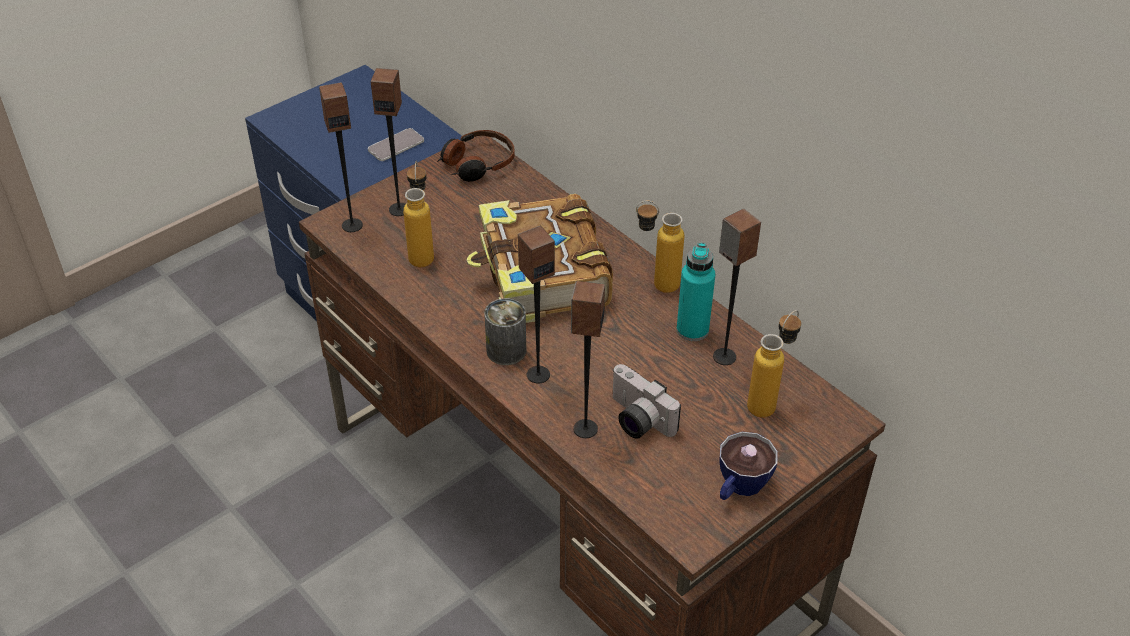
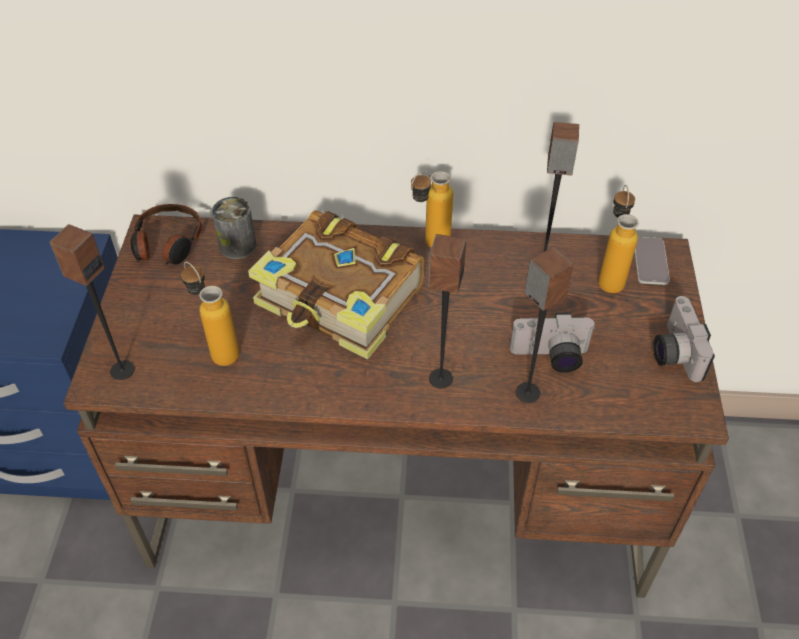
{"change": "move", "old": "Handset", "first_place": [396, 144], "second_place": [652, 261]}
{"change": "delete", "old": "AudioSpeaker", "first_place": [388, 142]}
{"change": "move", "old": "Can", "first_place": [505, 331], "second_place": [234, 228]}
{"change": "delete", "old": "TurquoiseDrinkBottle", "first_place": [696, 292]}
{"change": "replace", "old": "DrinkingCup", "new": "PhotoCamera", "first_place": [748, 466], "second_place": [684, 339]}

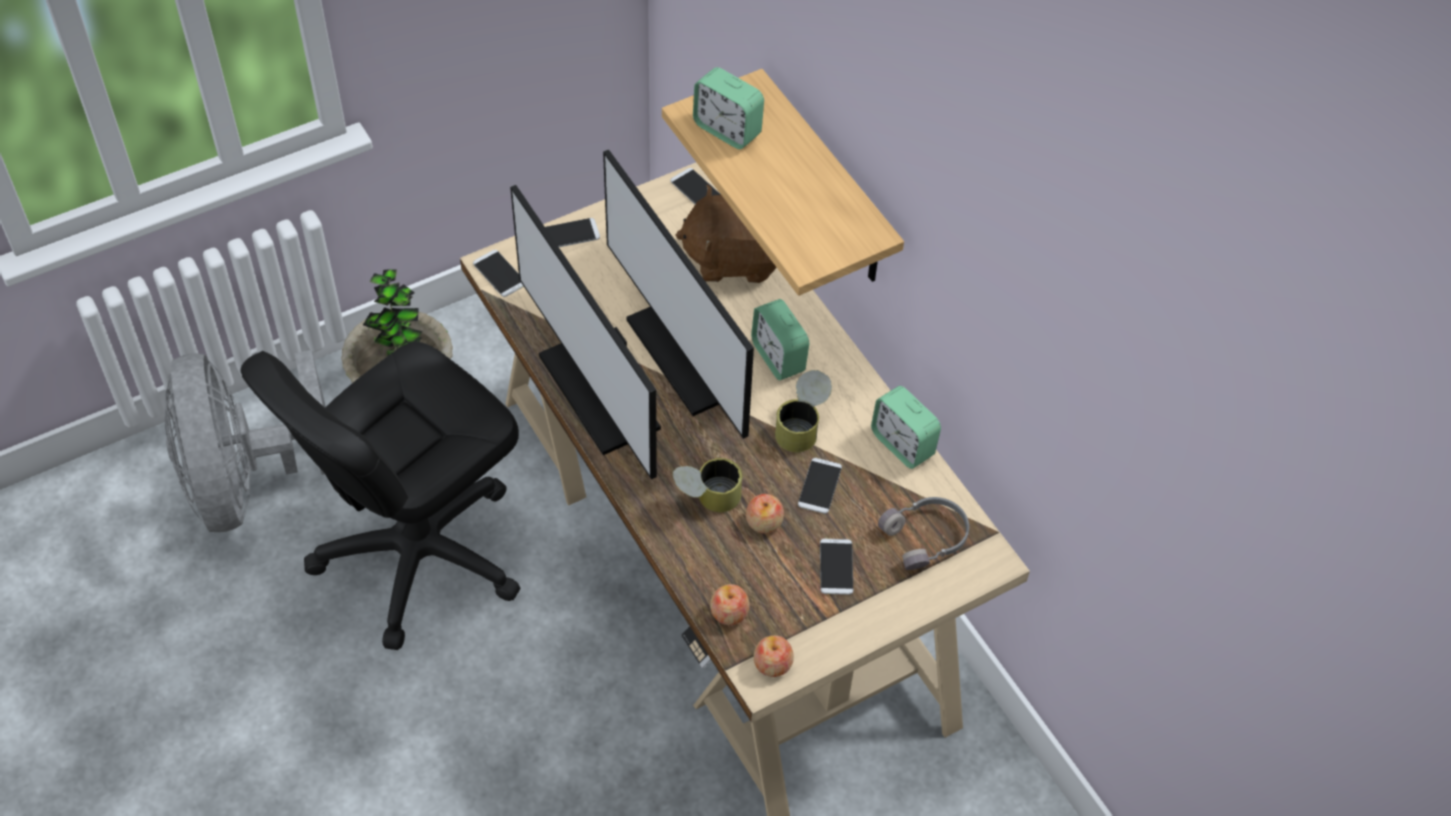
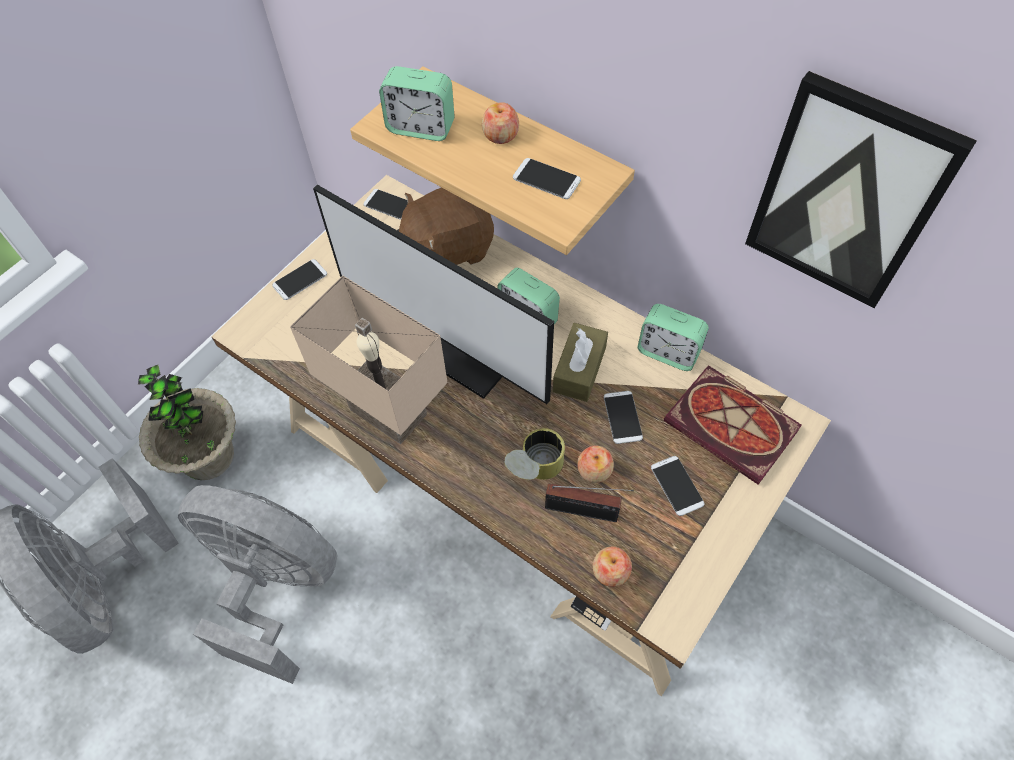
{"change": "replace", "old": "BlackishOfficeChair", "new": "GreyishFan", "first_place": [380, 496], "second_place": [258, 584]}
{"change": "move", "old": "Handset", "first_place": [498, 273], "second_place": [547, 178]}
{"change": "replace", "old": "ComputerScreen", "new": "BeigeTableLamp", "first_place": [585, 332], "second_place": [369, 360]}
{"change": "move", "old": "Apple", "first_place": [773, 656], "second_place": [500, 123]}
{"change": "replace", "old": "Can", "new": "BrownTissueHolder", "first_place": [803, 411], "second_place": [580, 362]}
{"change": "replace", "old": "GreyishHeadphones", "new": "Book", "first_place": [923, 533], "second_place": [732, 425]}
{"change": "insert", "new": "RadioReceiver", "second_place": [589, 503]}
{"change": "insert", "new": "WallPicture", "second_place": [861, 189]}

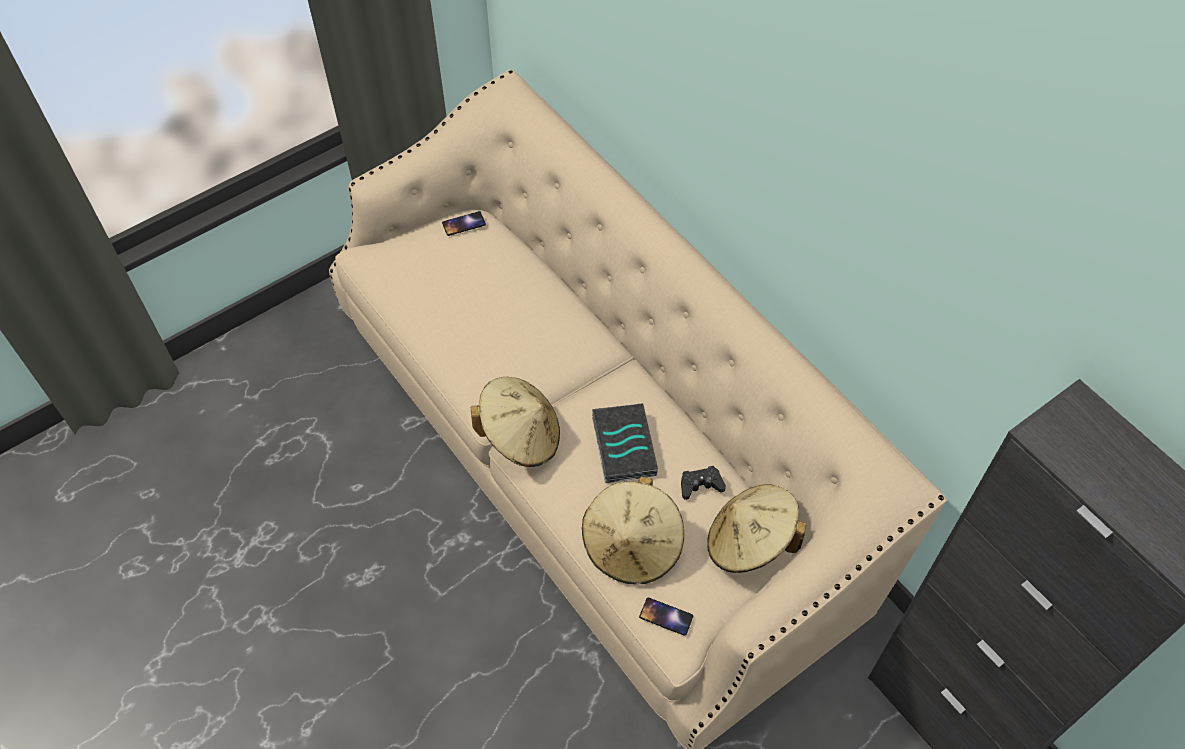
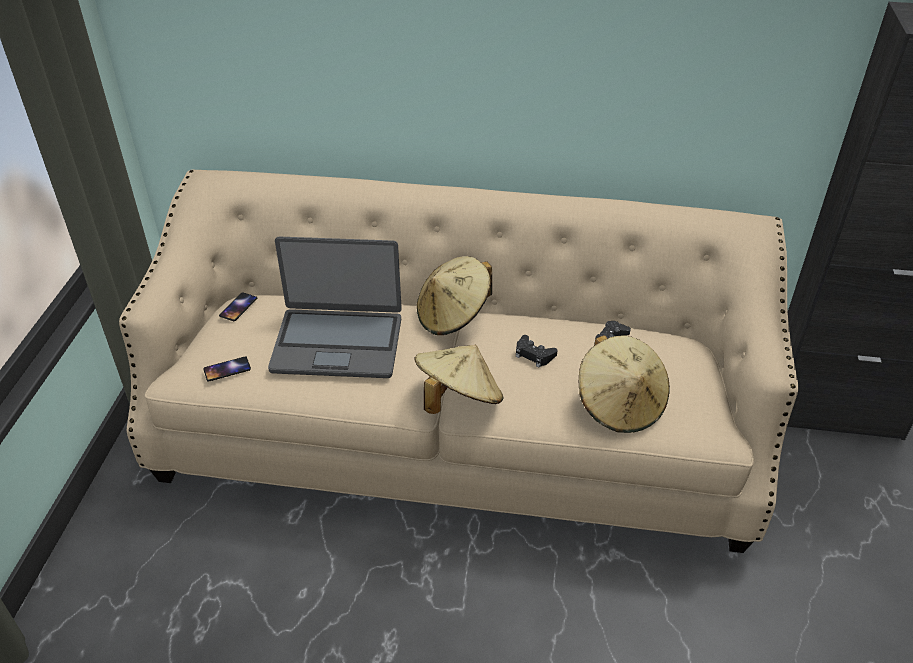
{"change": "replace", "old": "Book", "new": "BlackishGamepad", "first_place": [625, 443], "second_place": [536, 351]}
{"change": "move", "old": "Handset", "first_place": [666, 617], "second_place": [227, 369]}
{"change": "move", "old": "BeigeClothingHat", "first_place": [757, 528], "second_place": [454, 295]}
{"change": "insert", "new": "PortableComputer", "second_place": [335, 307]}

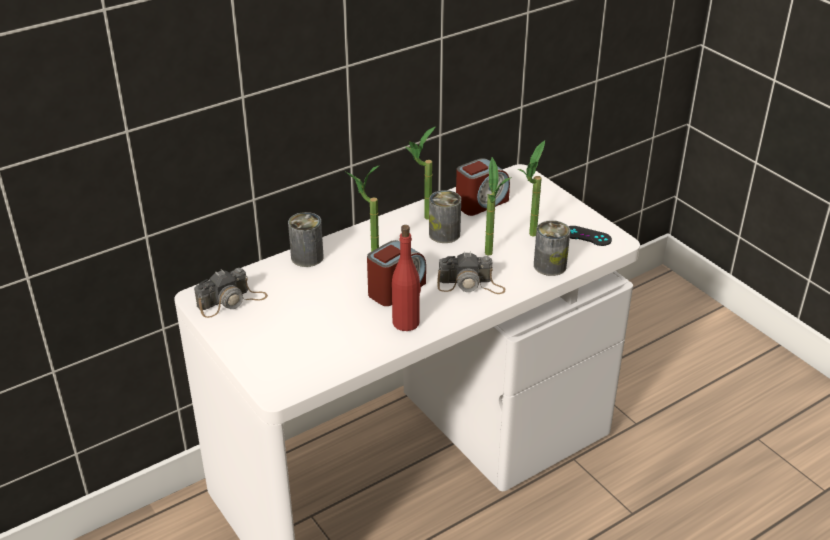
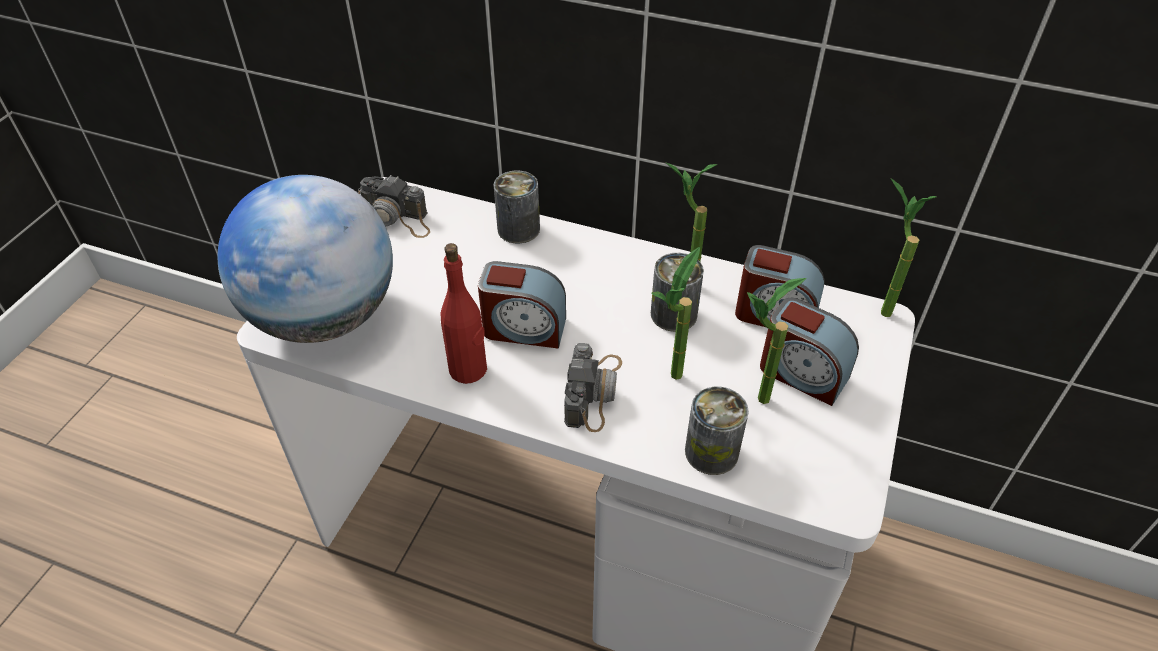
{"change": "move", "old": "PlantInAPot", "first_place": [363, 208], "second_place": [909, 247]}
{"change": "rotate", "old": "PhotoCamera", "first_place": [471, 273], "second_place": [593, 387], "degrees": -135}
{"change": "delete", "old": "BlackishGamepad", "first_place": [590, 236]}
{"change": "insert", "new": "Globe", "second_place": [305, 259]}
{"change": "insert", "new": "BedsideClock", "second_place": [809, 352]}

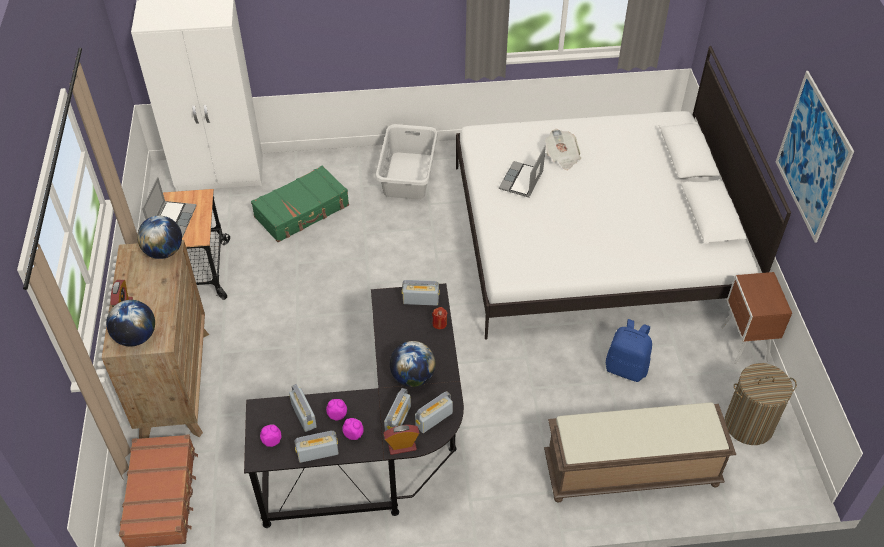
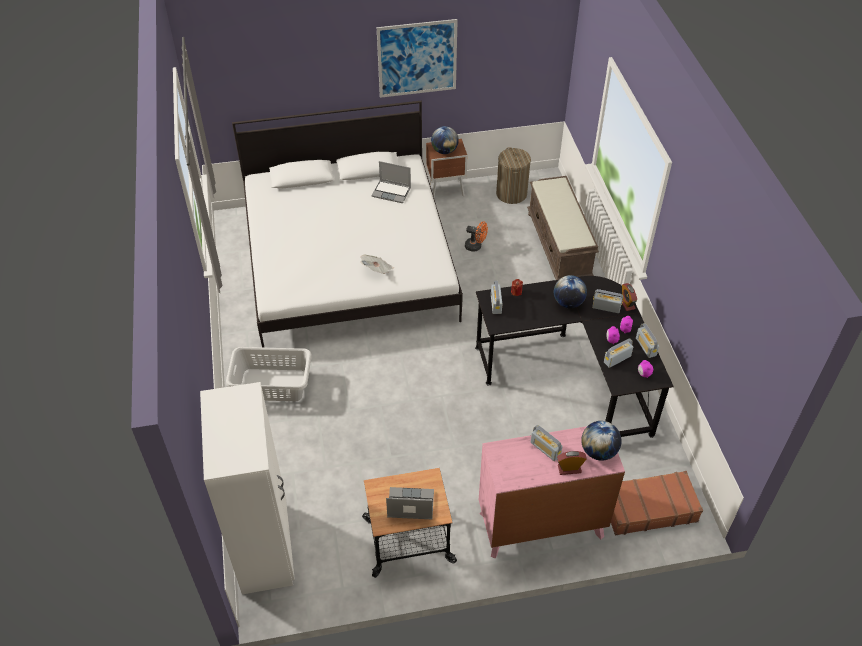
{"change": "recolor", "old": "BrownDrawerChest", "new": "PinkishDrawerChest", "first_place": [155, 339], "second_place": [552, 492]}
{"change": "move", "old": "Globe", "first_place": [159, 237], "second_place": [445, 140]}
{"change": "delete", "old": "GreenSuitcase", "first_place": [300, 204]}
{"change": "move", "old": "RadioReceiver", "first_place": [434, 412], "second_place": [547, 443]}
{"change": "move", "old": "PortableComputer", "first_place": [522, 171], "second_place": [391, 182]}
{"change": "move", "old": "PrintedPaper", "first_place": [563, 149], "second_place": [377, 264]}
{"change": "replace", "old": "BlueColouredRucksack", "new": "OrangeyFan", "first_place": [629, 350], "second_place": [476, 236]}

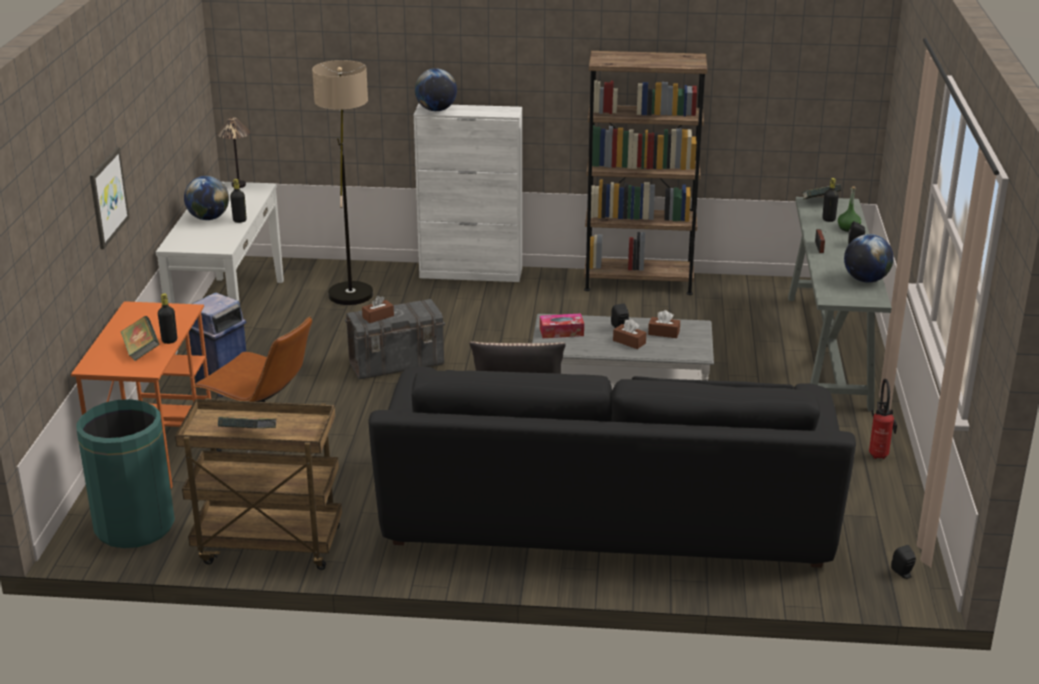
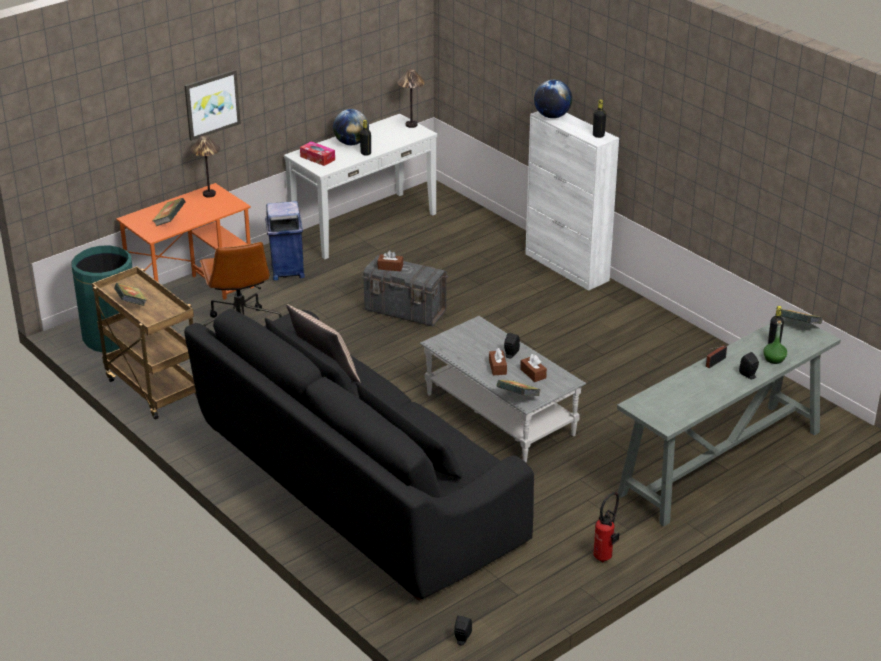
{"change": "move", "old": "BlackishDrinkBottle", "first_place": [167, 318], "second_place": [599, 118]}
{"change": "delete", "old": "StandardLamp", "first_place": [342, 182]}
{"change": "move", "old": "TissueHolder", "first_place": [562, 325], "second_place": [317, 153]}
{"change": "delete", "old": "BrownShelvingUnit", "first_place": [645, 173]}
{"change": "delete", "old": "Globe", "first_place": [869, 258]}
{"change": "insert", "new": "TableLamp", "second_place": [205, 166]}
{"change": "insert", "new": "Book", "second_place": [519, 388]}

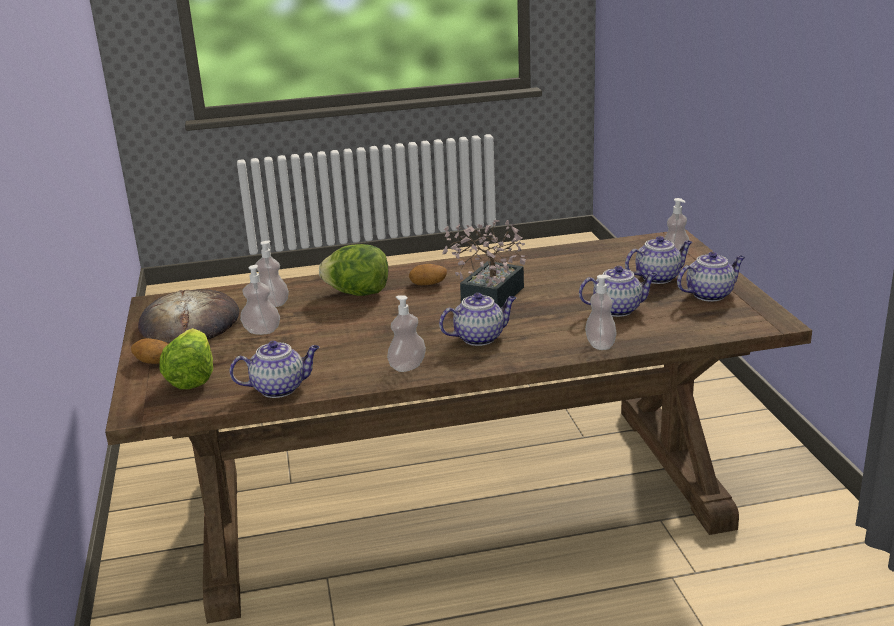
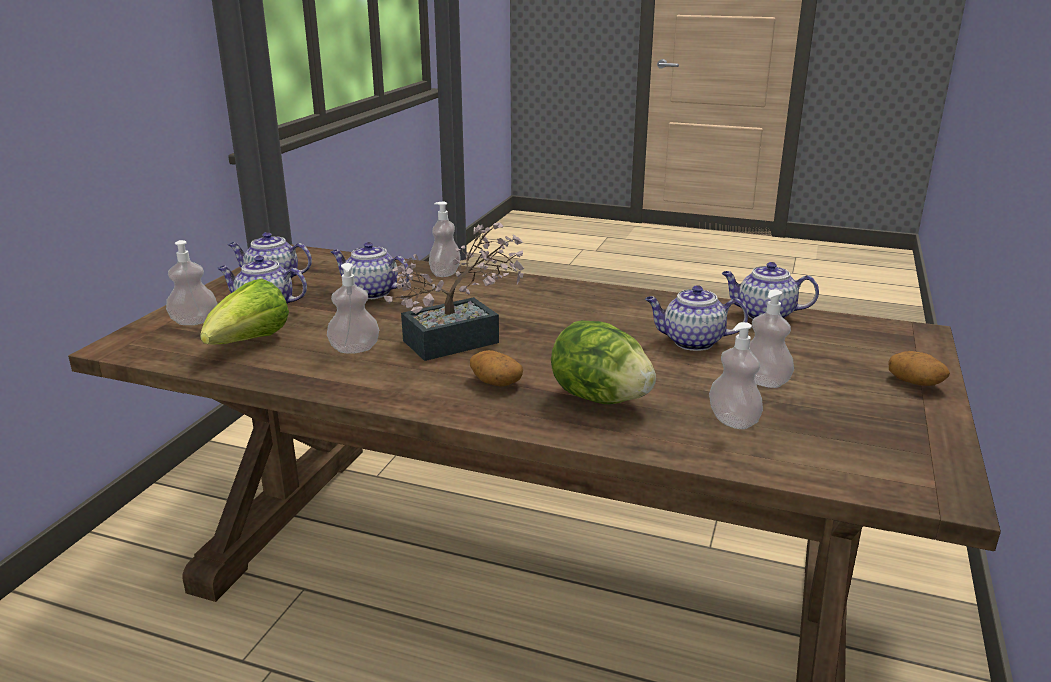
{"change": "delete", "old": "BakedBread", "first_place": [188, 315]}
{"change": "move", "old": "HeadOfLettuce", "first_place": [186, 358], "second_place": [244, 312]}
{"change": "move", "old": "SoapBottle", "first_place": [406, 333], "second_place": [353, 308]}
{"change": "move", "old": "PotForTea", "first_place": [477, 319], "second_place": [696, 318]}

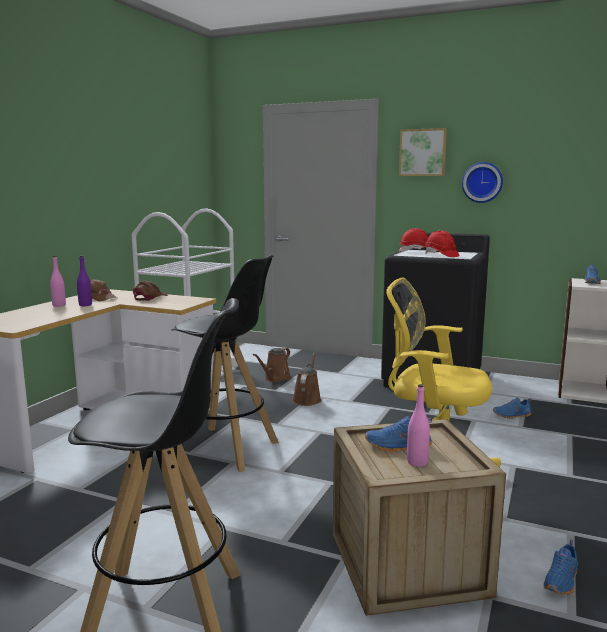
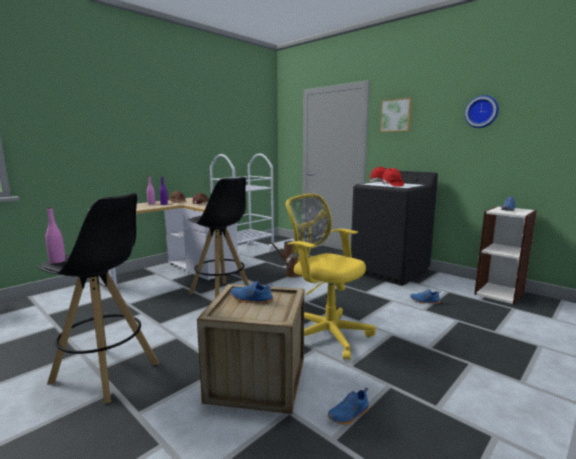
{"change": "move", "old": "PinkishDrinkBottle", "first_place": [418, 425], "second_place": [55, 235]}
{"change": "move", "old": "HangingClock", "first_place": [482, 182], "second_place": [482, 111]}

